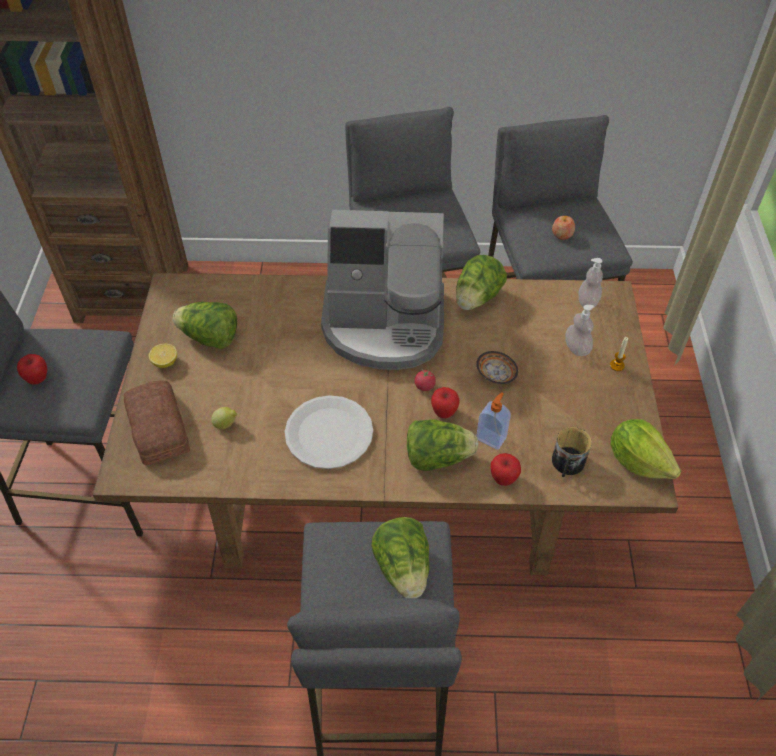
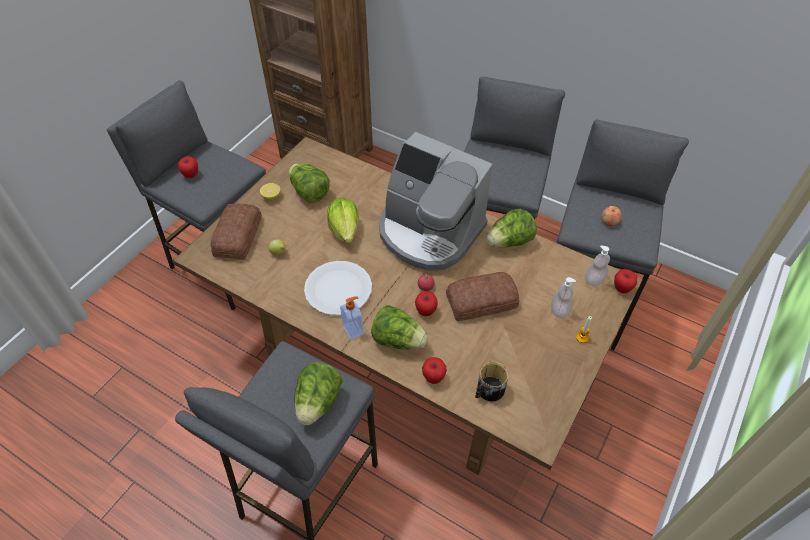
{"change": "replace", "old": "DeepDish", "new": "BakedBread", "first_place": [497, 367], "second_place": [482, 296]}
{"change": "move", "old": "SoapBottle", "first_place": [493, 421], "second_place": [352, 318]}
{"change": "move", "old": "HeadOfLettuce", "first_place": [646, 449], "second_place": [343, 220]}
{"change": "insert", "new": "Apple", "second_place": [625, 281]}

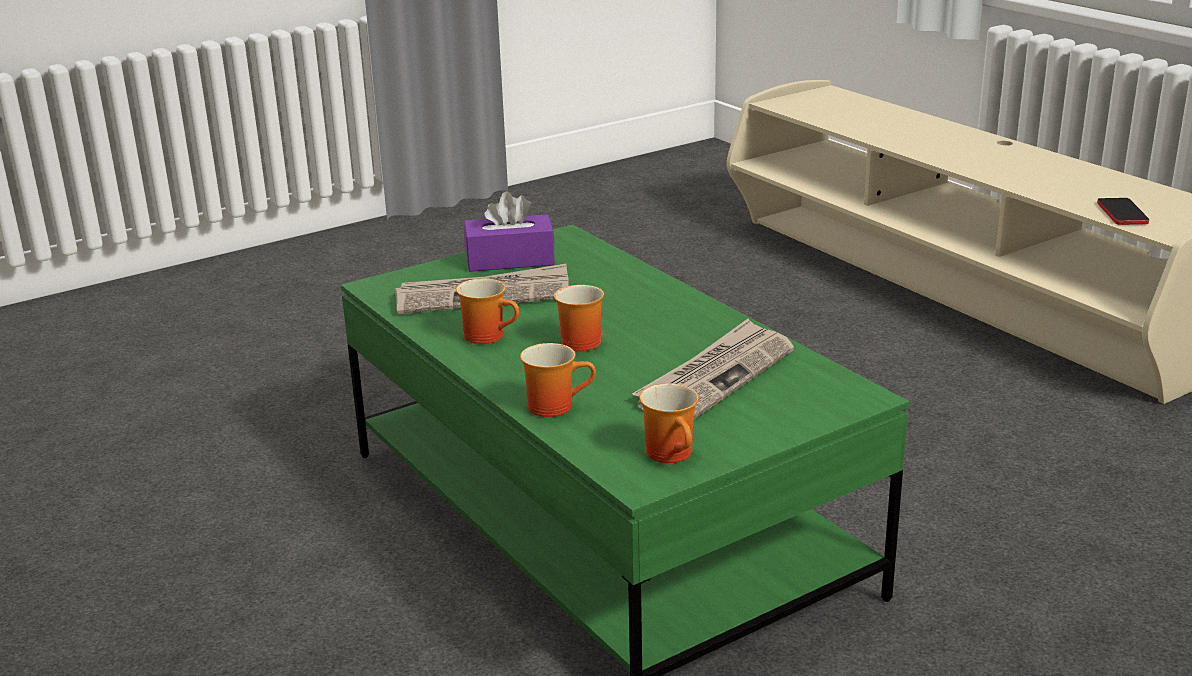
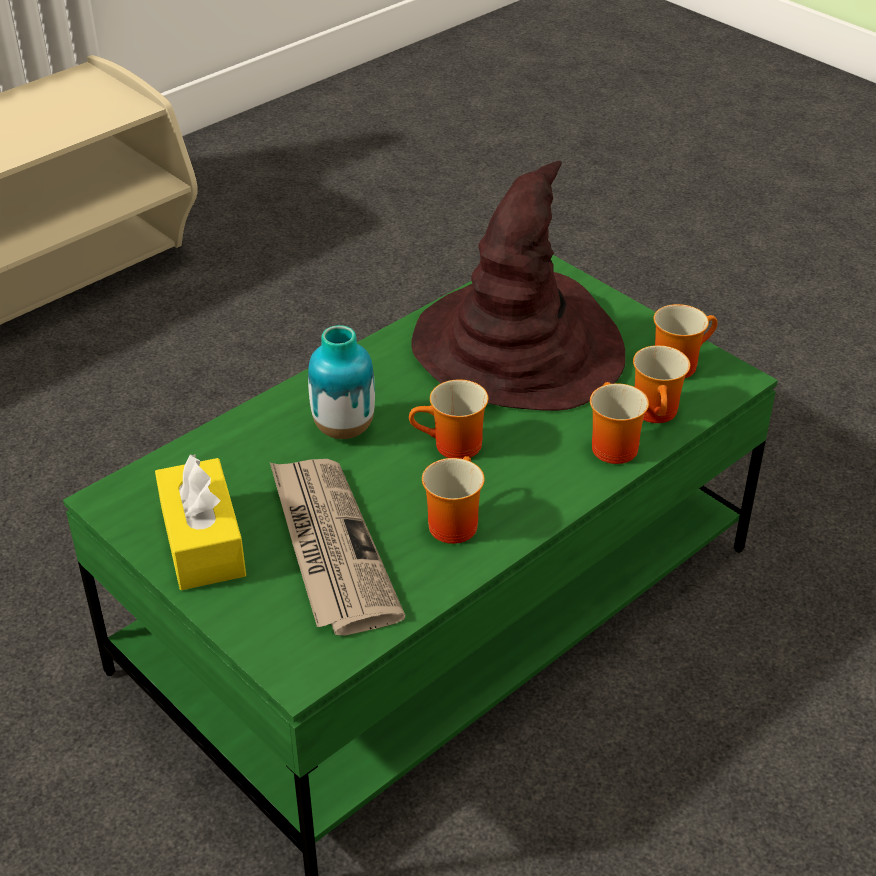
{"change": "recolor", "old": "PurpleColouredTissueHolder", "new": "YellowishTissueHolder", "first_place": [509, 231], "second_place": [200, 521]}
{"change": "replace", "old": "PrintedPaper", "new": "BrownClothingHat", "first_place": [713, 369], "second_place": [518, 286]}
{"change": "delete", "old": "Handset", "first_place": [1123, 211]}
{"change": "insert", "new": "Vase", "second_place": [341, 382]}
{"change": "insert", "new": "Mug", "second_place": [661, 384]}

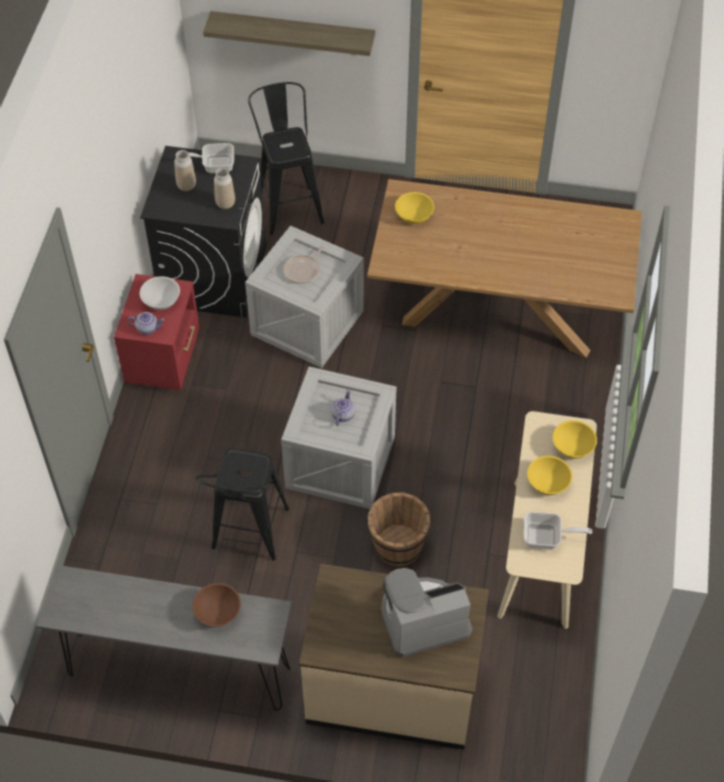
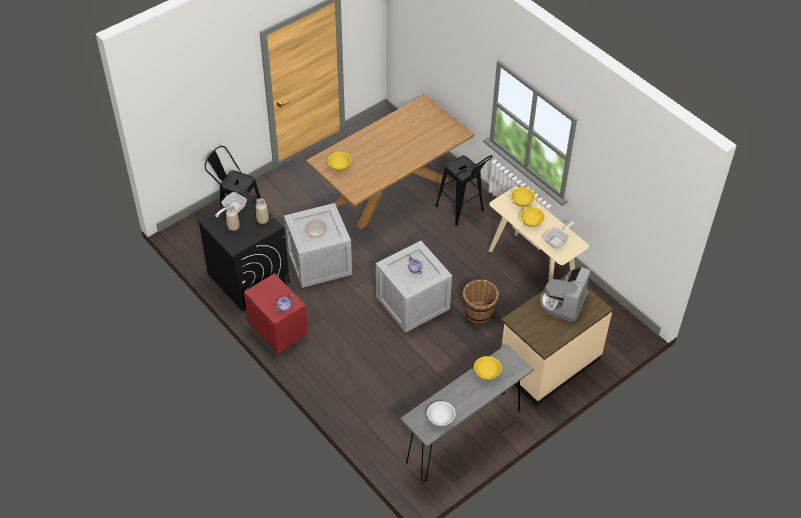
{"change": "move", "old": "WhiteDeepDish", "first_place": [160, 293], "second_place": [441, 413]}
{"change": "recolor", "old": "BrownDeepDish", "new": "YellowishDeepDish", "first_place": [217, 605], "second_place": [488, 368]}
{"change": "move", "old": "BlackishStoolSeat", "first_place": [242, 505], "second_place": [464, 190]}
{"change": "delete", "old": "Shelf", "first_place": [289, 33]}

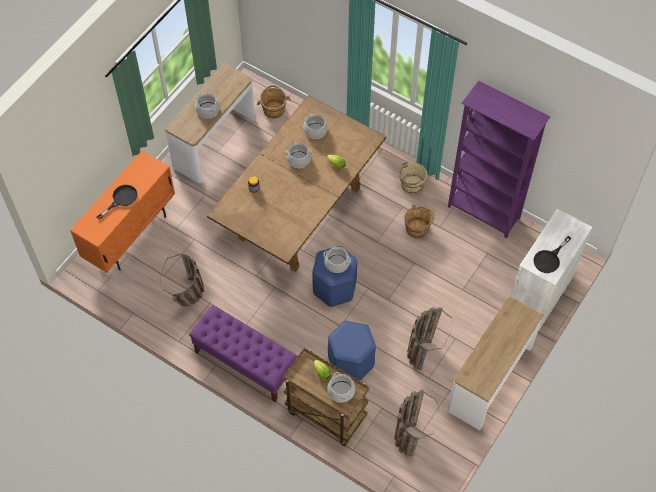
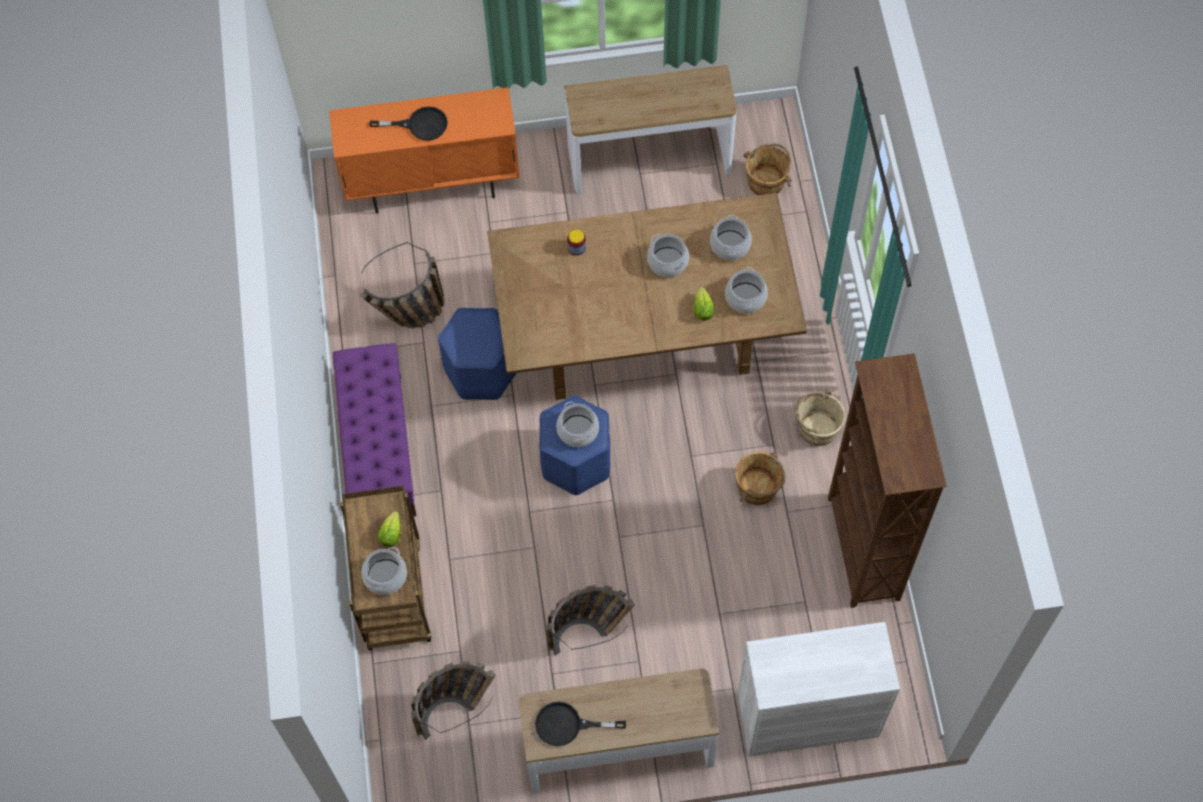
{"change": "move", "old": "Saucepot", "first_place": [207, 105], "second_place": [746, 290]}
{"change": "move", "old": "BlueColouredStoolSeat", "first_place": [352, 351], "second_place": [477, 354]}
{"change": "recolor", "old": "PurpleColouredShelvingUnit", "new": "BrownShelvingUnit", "first_place": [499, 160], "second_place": [887, 480]}
{"change": "move", "old": "BlackishPan", "first_place": [552, 254], "second_place": [580, 723]}

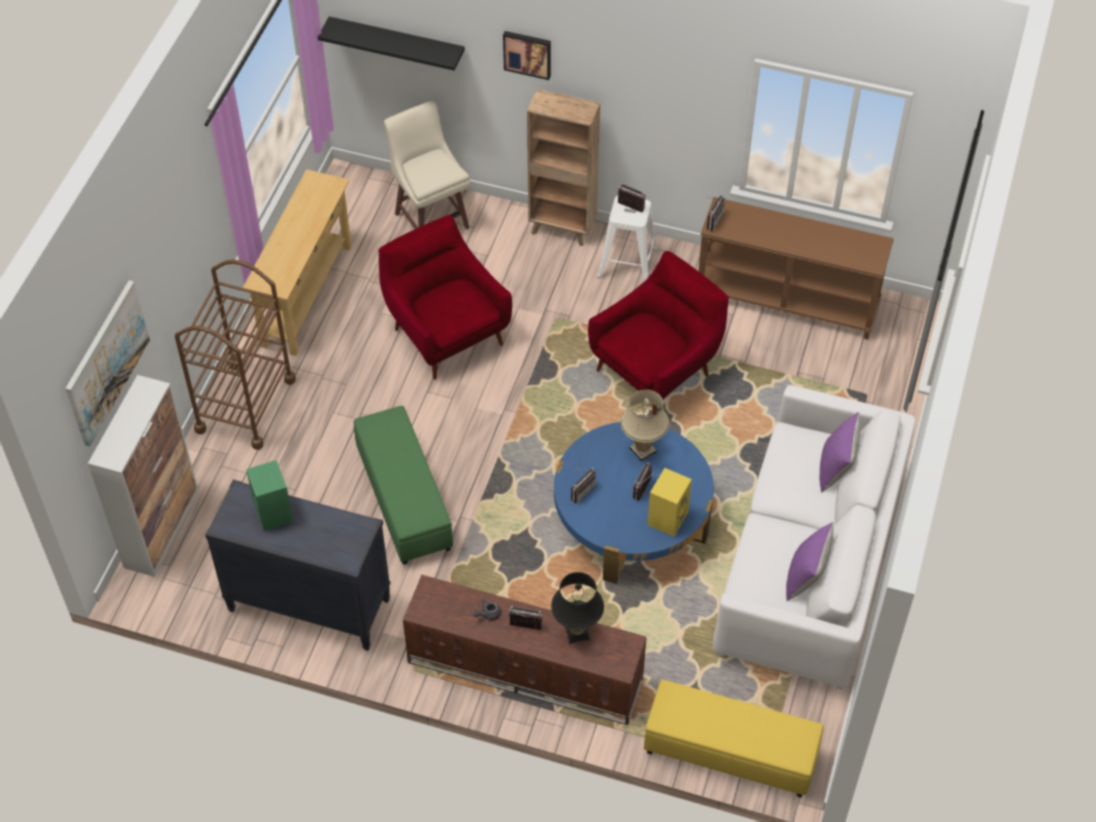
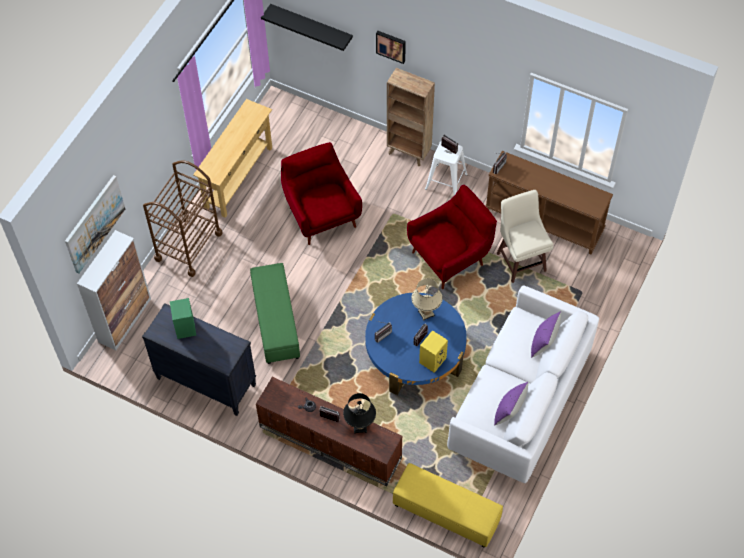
{"change": "move", "old": "BeigeStoolSeat", "first_place": [427, 165], "second_place": [525, 236]}

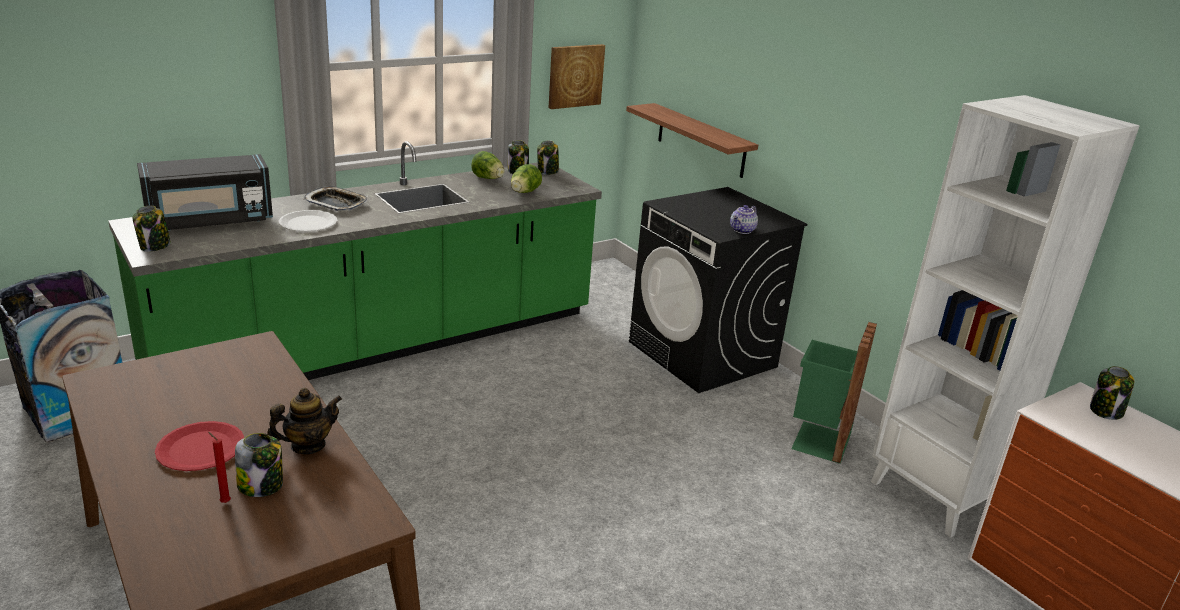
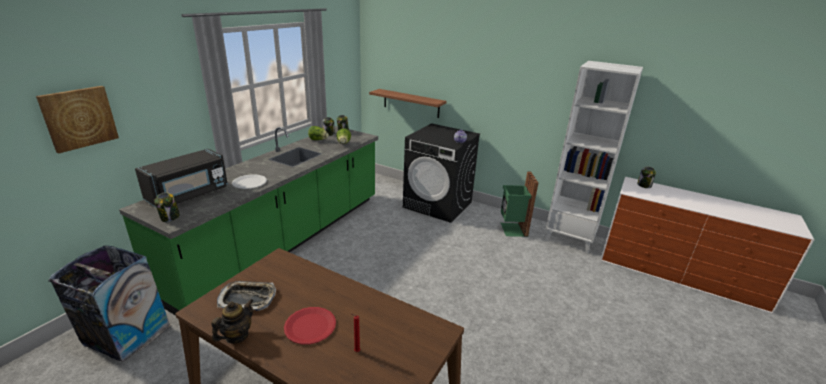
{"change": "delete", "old": "Jar", "first_place": [259, 465]}
{"change": "move", "old": "PotForTea", "first_place": [304, 421], "second_place": [232, 321]}
{"change": "move", "old": "ServingTray", "first_place": [335, 198], "second_place": [246, 296]}
{"change": "move", "old": "WallPicture", "first_place": [577, 76], "second_place": [77, 119]}

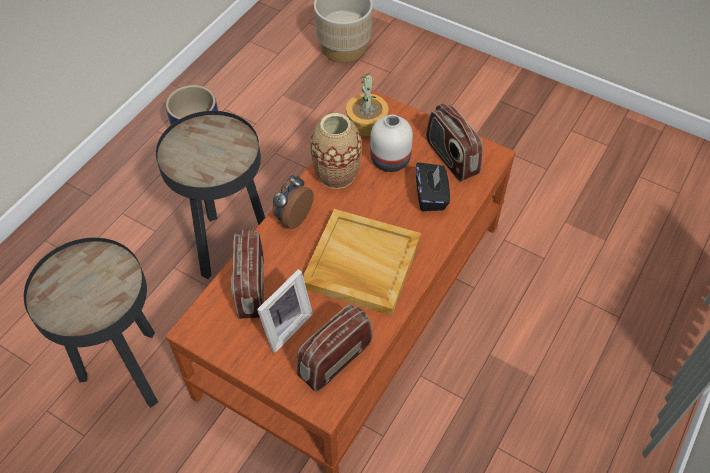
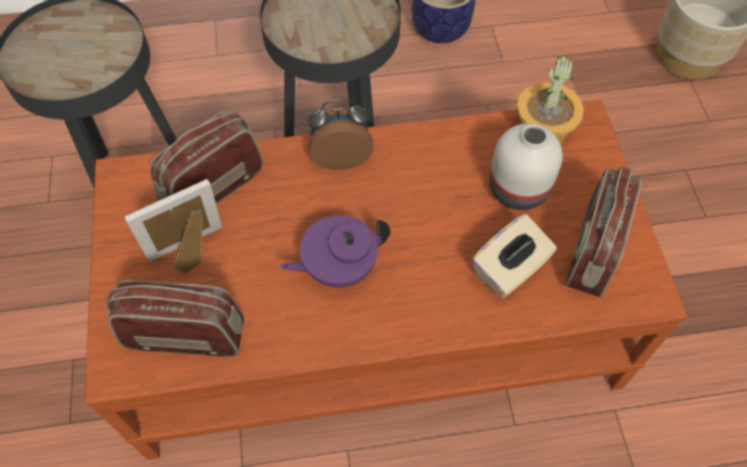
{"change": "rotate", "old": "PictureFrame", "first_place": [285, 311], "second_place": [173, 226], "degrees": 150}
{"change": "replace", "old": "BeigeServingTray", "new": "PurpleColouredPotForTea", "first_place": [362, 262], "second_place": [335, 251]}
{"change": "delete", "old": "Vase", "first_place": [335, 151]}
{"change": "recolor", "old": "BlackishTissueHolder", "new": "BeigeTissueHolder", "first_place": [433, 186], "second_place": [514, 256]}

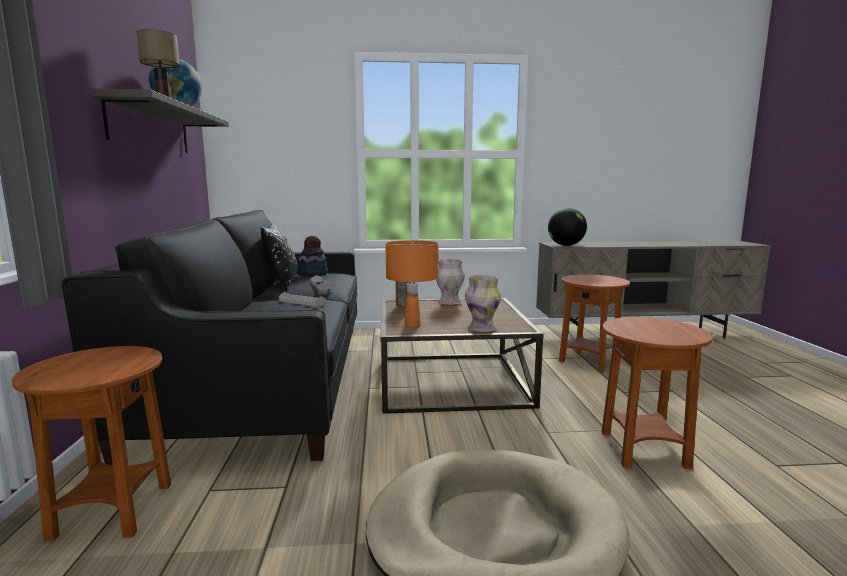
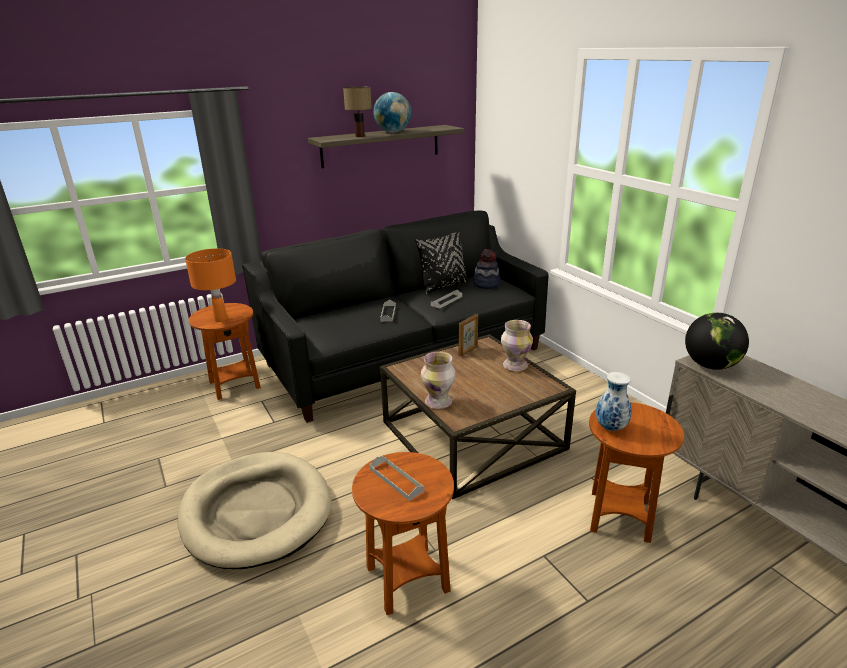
{"change": "move", "old": "OrangeyTableLamp", "first_place": [412, 283], "second_place": [210, 285]}
{"change": "insert", "new": "GreyishServingTray", "second_place": [396, 478]}
{"change": "insert", "new": "Vase", "second_place": [614, 401]}

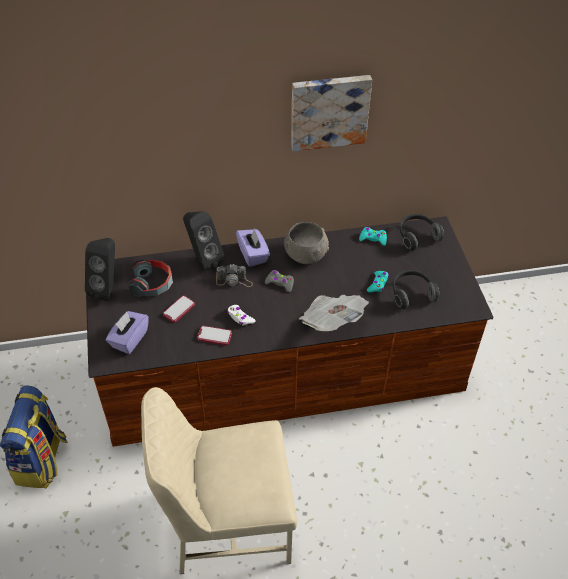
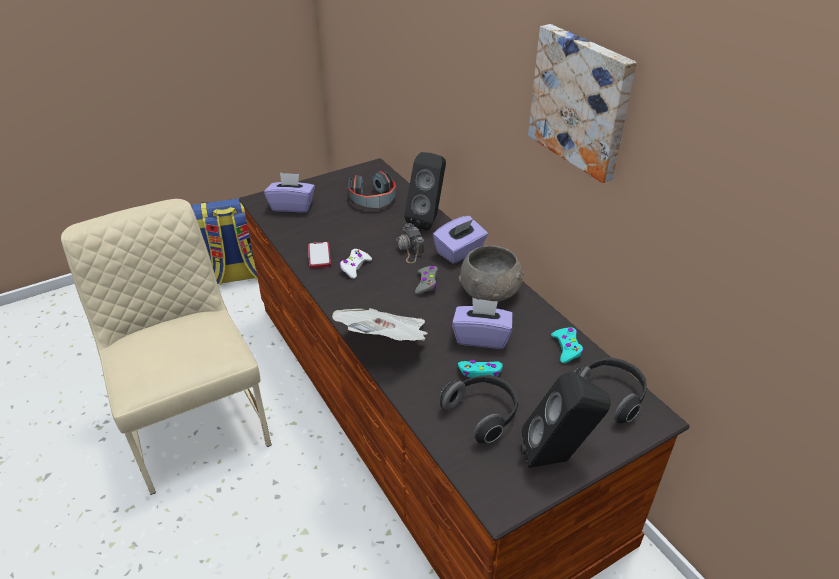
{"change": "move", "old": "BlackishAudioSpeaker", "first_place": [100, 269], "second_place": [566, 420]}
{"change": "delete", "old": "Handset", "first_place": [179, 309]}
{"change": "insert", "new": "PurpleColouredTissueHolder", "second_place": [482, 323]}

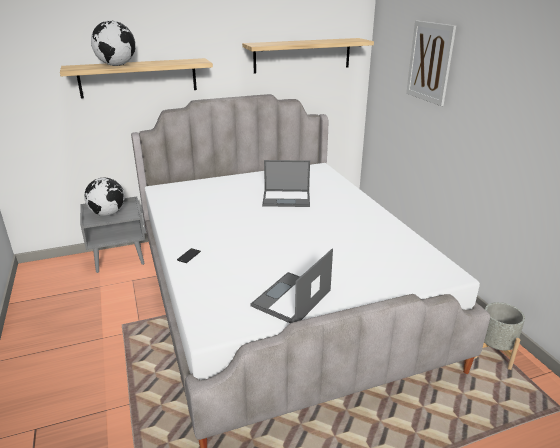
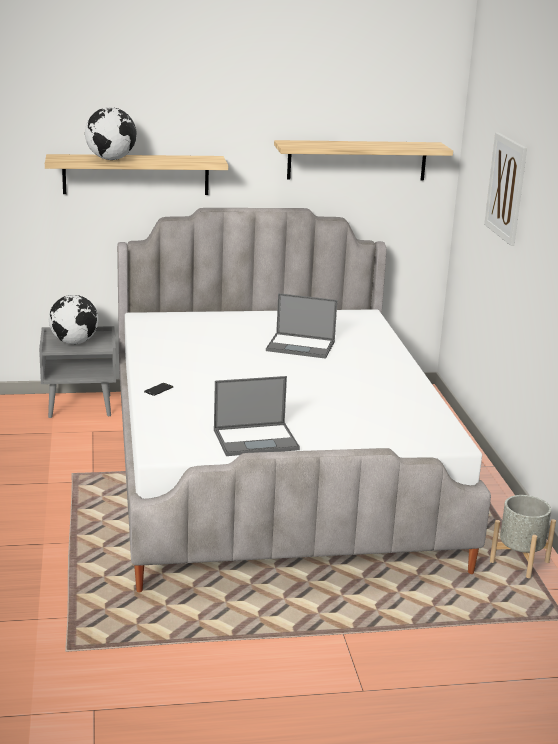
{"change": "rotate", "old": "PortableComputer", "first_place": [292, 286], "second_place": [257, 416], "degrees": -150}

